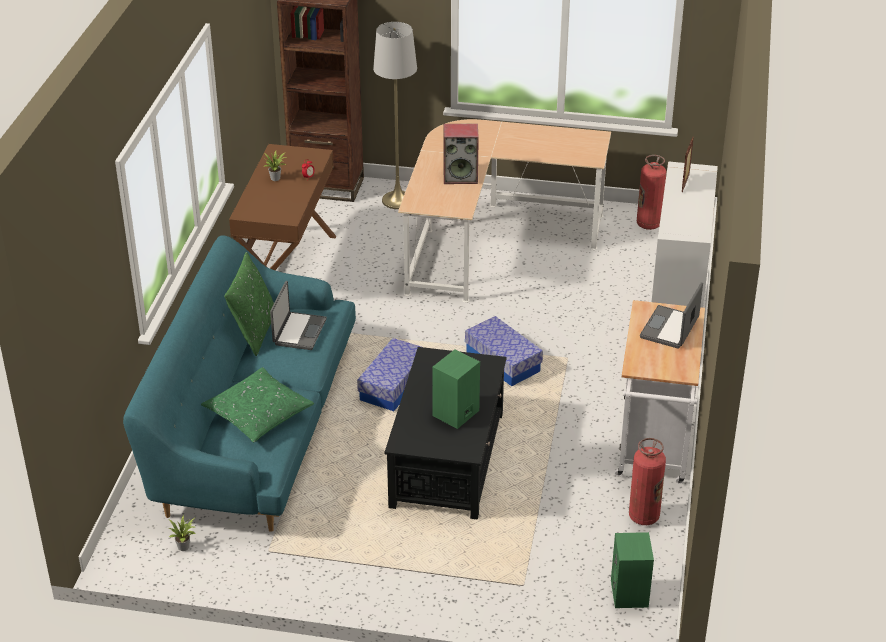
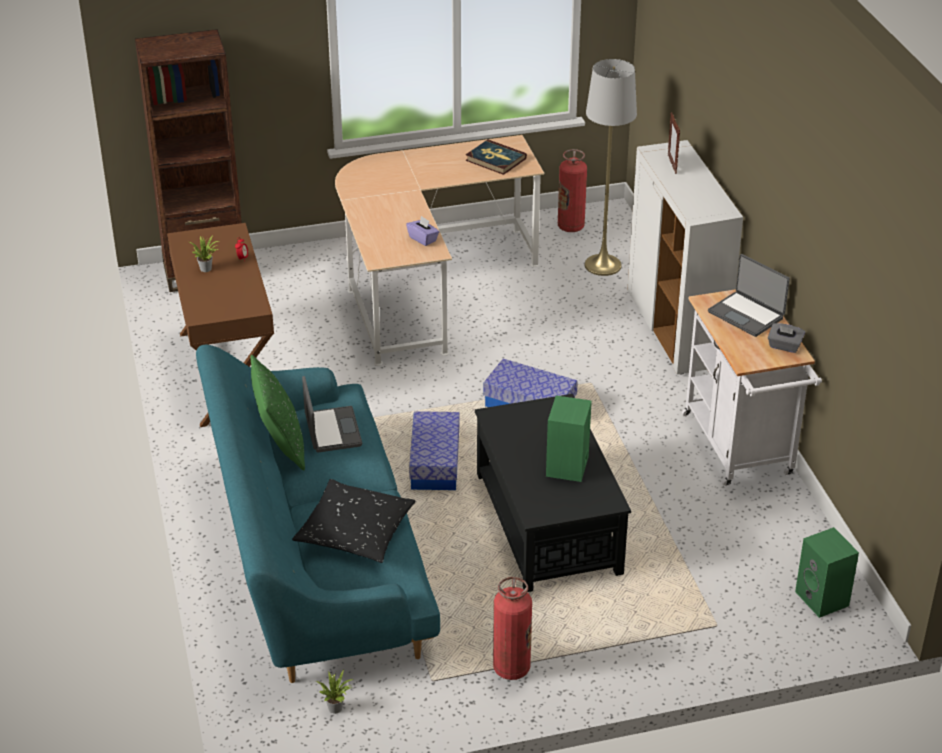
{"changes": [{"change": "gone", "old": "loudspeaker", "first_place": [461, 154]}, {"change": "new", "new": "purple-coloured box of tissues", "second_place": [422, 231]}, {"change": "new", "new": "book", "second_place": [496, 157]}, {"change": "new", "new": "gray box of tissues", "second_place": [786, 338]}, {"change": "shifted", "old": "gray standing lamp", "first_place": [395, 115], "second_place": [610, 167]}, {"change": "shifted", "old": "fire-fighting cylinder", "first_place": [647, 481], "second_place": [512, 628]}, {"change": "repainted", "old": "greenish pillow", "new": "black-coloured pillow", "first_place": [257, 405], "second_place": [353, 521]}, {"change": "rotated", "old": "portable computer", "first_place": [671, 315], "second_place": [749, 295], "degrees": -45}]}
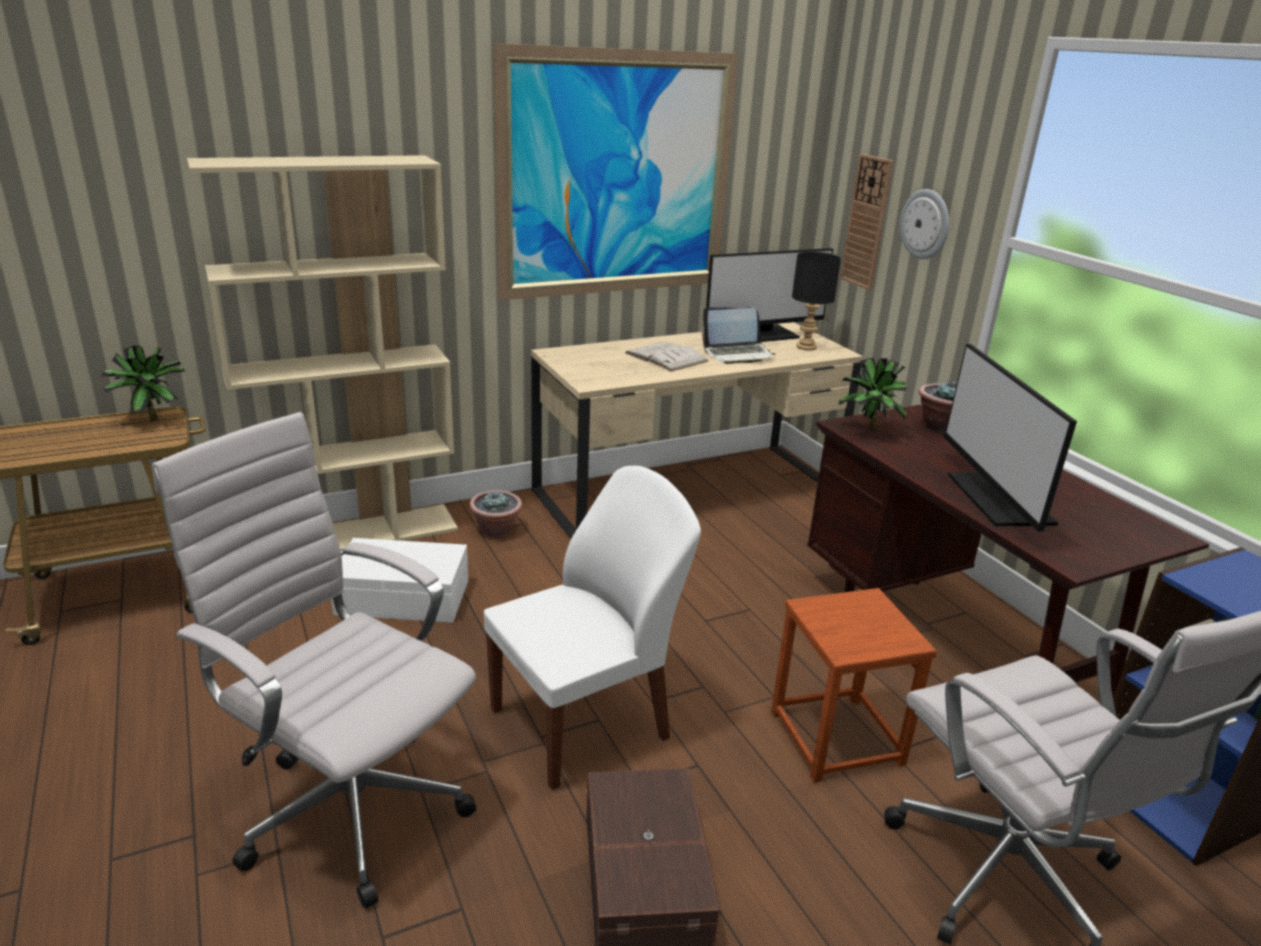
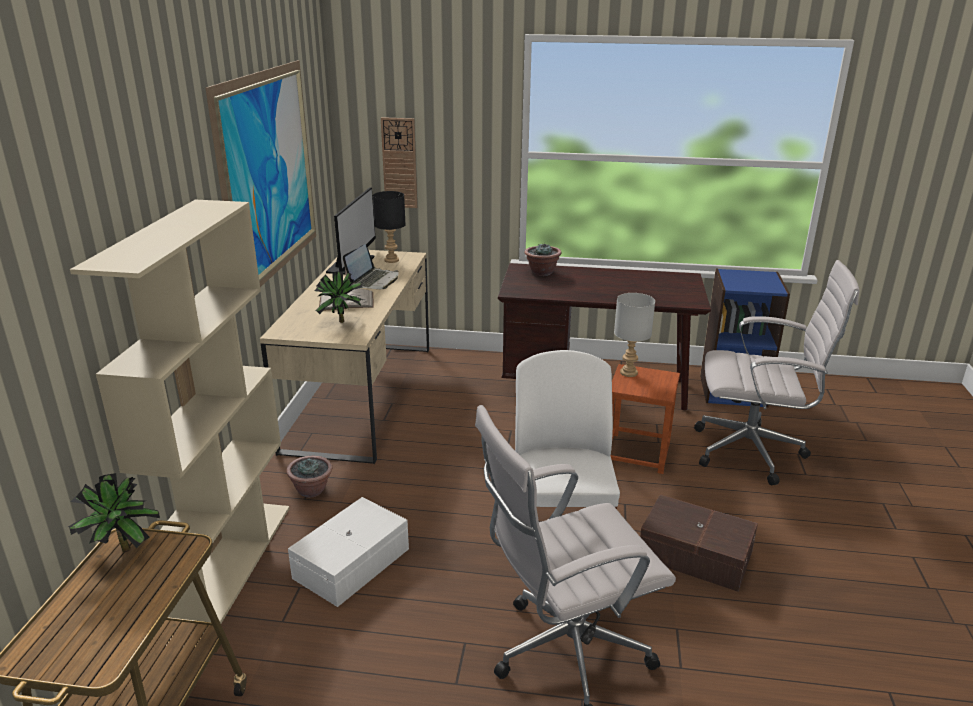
{"changes": [{"change": "gone", "old": "clock on the wall", "first_place": [924, 224]}, {"change": "gone", "old": "monitor", "first_place": [1010, 438]}, {"change": "new", "new": "gray lamp for a table", "second_place": [634, 335]}, {"change": "shifted", "old": "houseplant", "first_place": [873, 394], "second_place": [338, 297]}]}
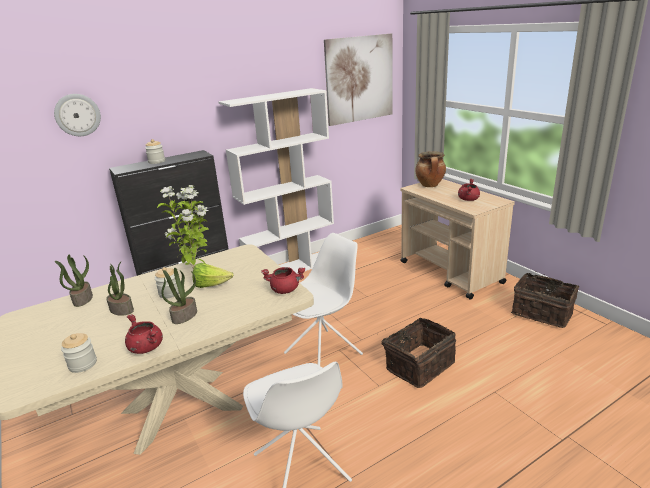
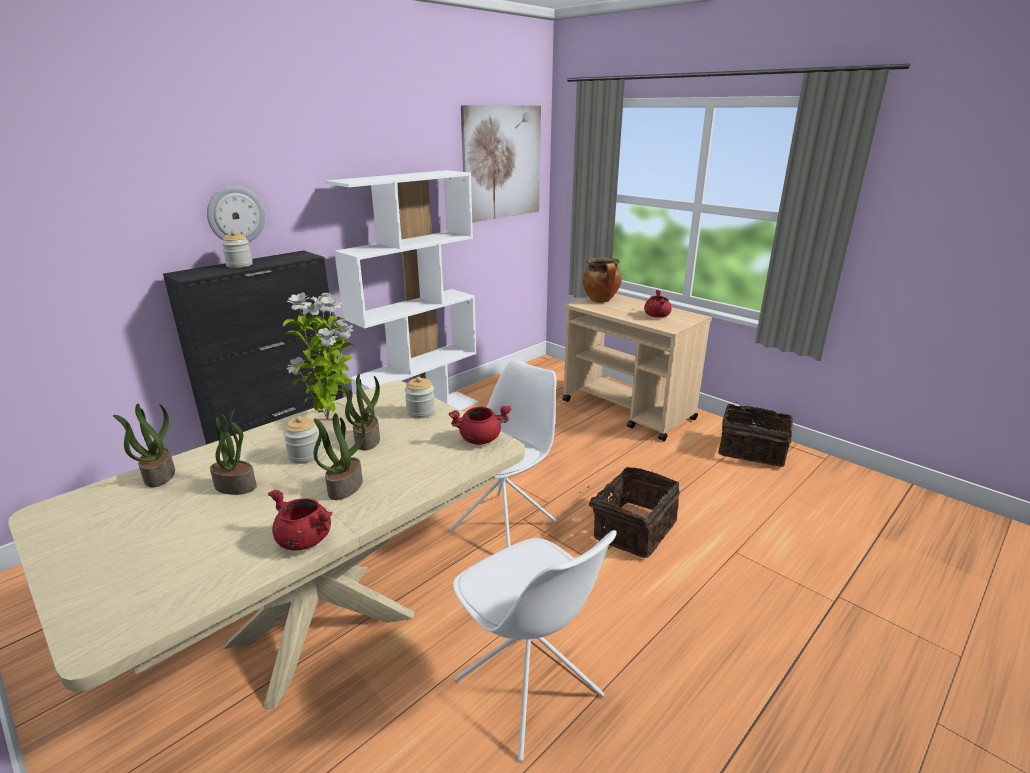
{"changes": [{"change": "shifted", "old": "clock on the wall", "first_place": [77, 115], "second_place": [236, 214]}, {"change": "shifted", "old": "storage jar", "first_place": [79, 353], "second_place": [420, 397]}, {"change": "swapped", "old": "lettuce head", "new": "houseplant", "first_place": [212, 275], "second_place": [359, 412]}]}
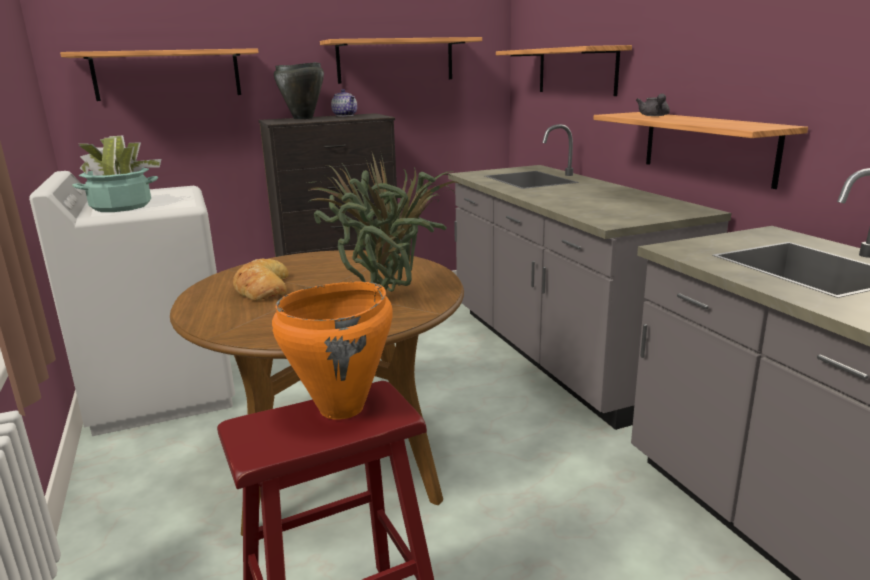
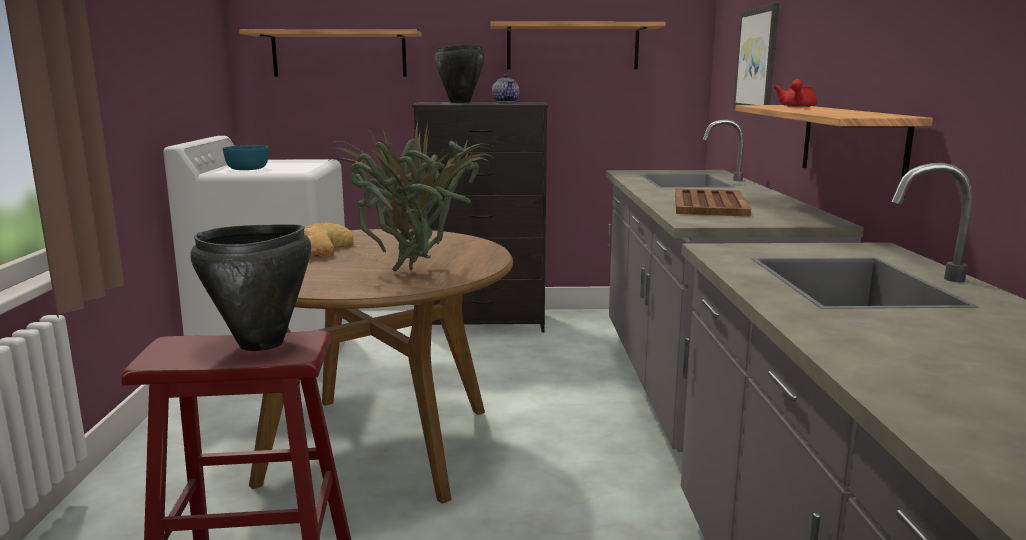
{"changes": [{"change": "new", "new": "brown tray", "second_place": [713, 203]}, {"change": "swapped", "old": "houseplant", "new": "turquoise-coloured deep dish", "first_place": [116, 173], "second_place": [246, 157]}, {"change": "swapped", "old": "shelf", "new": "wall picture", "first_place": [564, 70], "second_place": [756, 55]}, {"change": "repainted", "old": "orangey saucepot", "new": "black-coloured saucepot", "first_place": [332, 350], "second_place": [251, 287]}, {"change": "repainted", "old": "gray teapot", "new": "red teapot", "first_place": [653, 105], "second_place": [795, 93]}]}
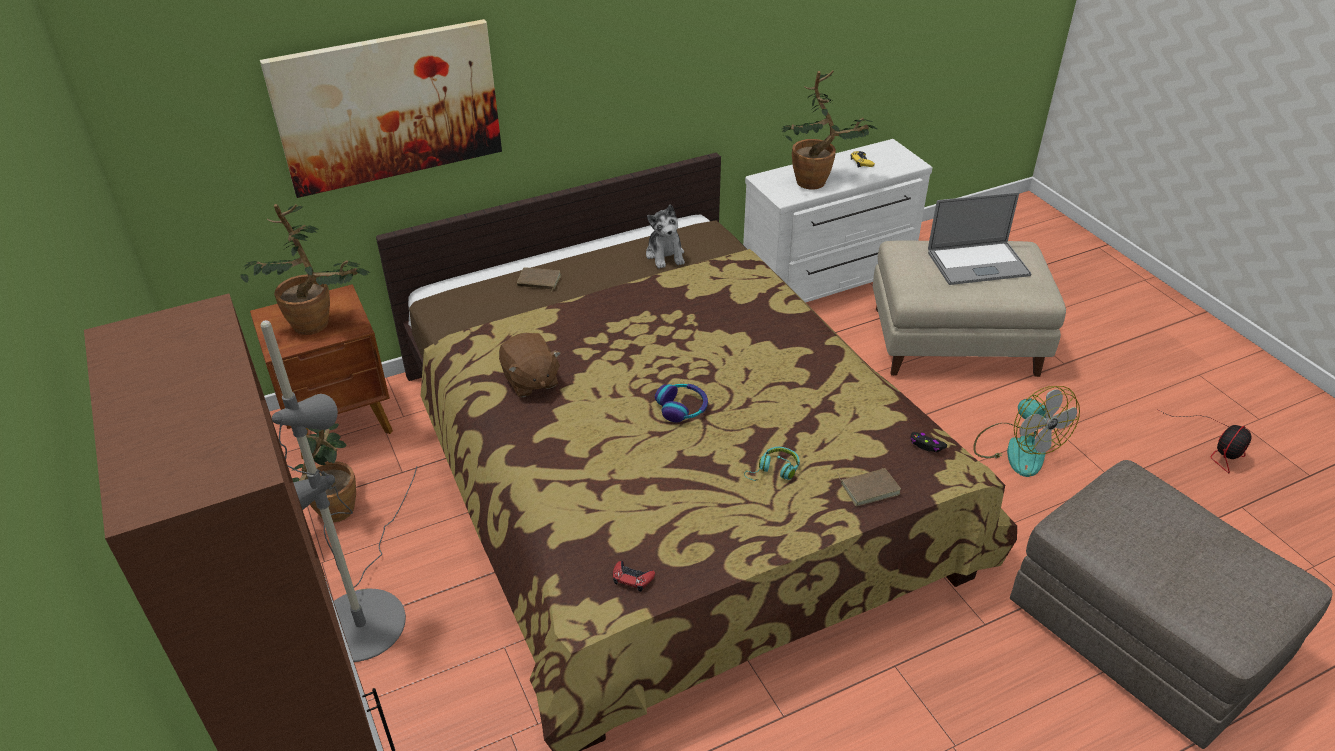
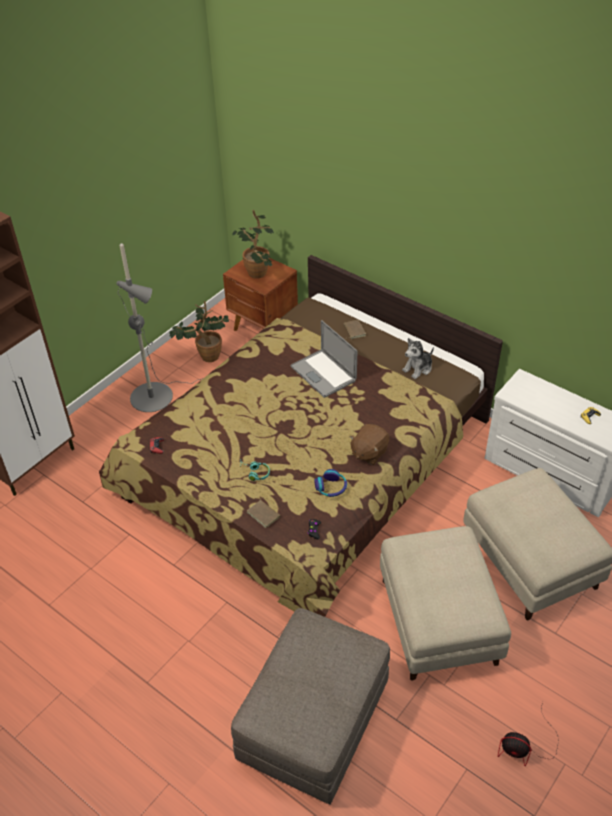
{"changes": [{"change": "gone", "old": "wall picture", "first_place": [381, 108]}, {"change": "gone", "old": "houseplant", "first_place": [829, 129]}, {"change": "shifted", "old": "brown soft toy", "first_place": [530, 365], "second_place": [369, 444]}, {"change": "shifted", "old": "pair of headphones", "first_place": [681, 403], "second_place": [330, 483]}, {"change": "shifted", "old": "portable computer", "first_place": [980, 238], "second_place": [323, 359]}, {"change": "swapped", "old": "cooling fan", "new": "beige-coloured pouffe", "first_place": [1026, 431], "second_place": [445, 603]}]}
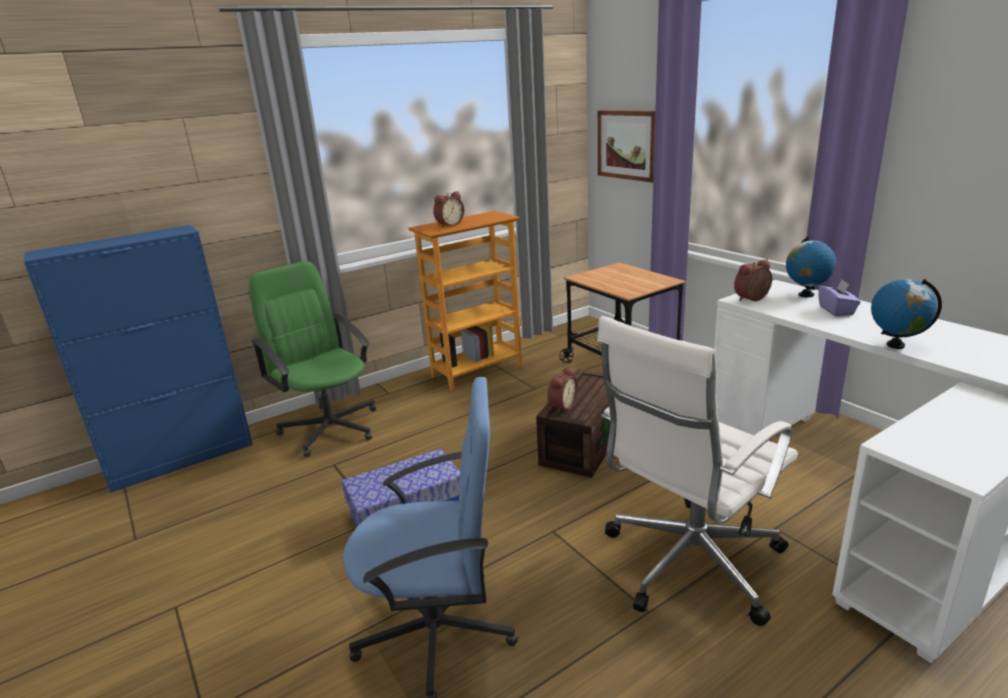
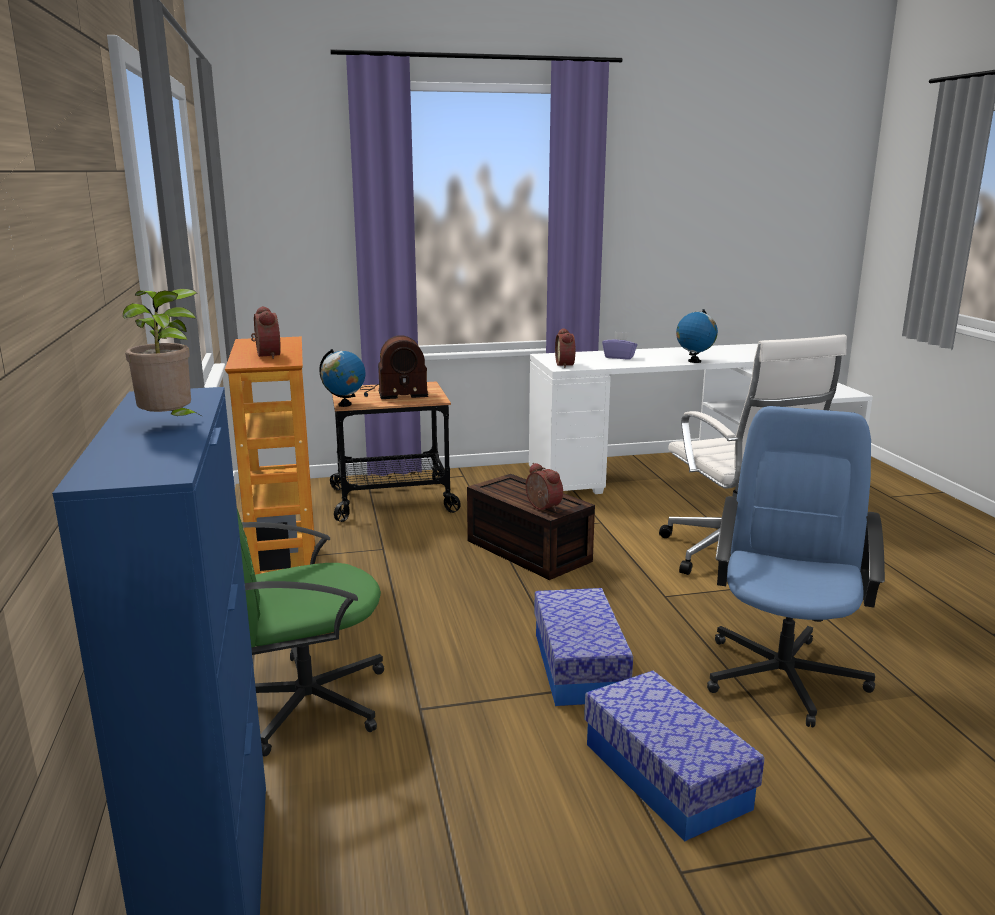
{"changes": [{"change": "gone", "old": "wall picture", "first_place": [626, 146]}, {"change": "new", "new": "houseplant", "second_place": [164, 354]}, {"change": "new", "new": "radio receiver", "second_place": [394, 367]}, {"change": "new", "new": "storage container", "second_place": [674, 756]}, {"change": "shifted", "old": "globe", "first_place": [811, 267], "second_place": [342, 378]}]}
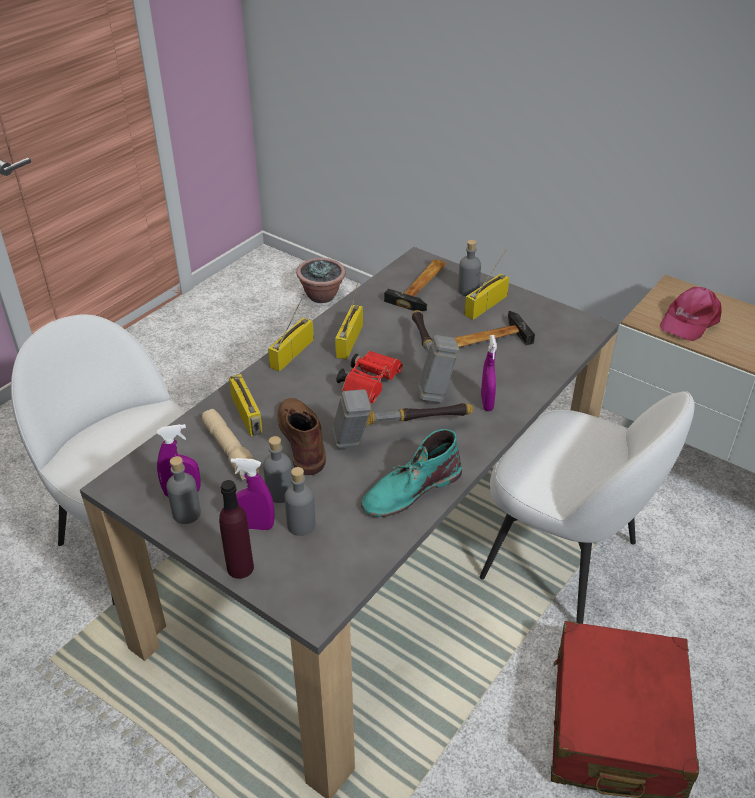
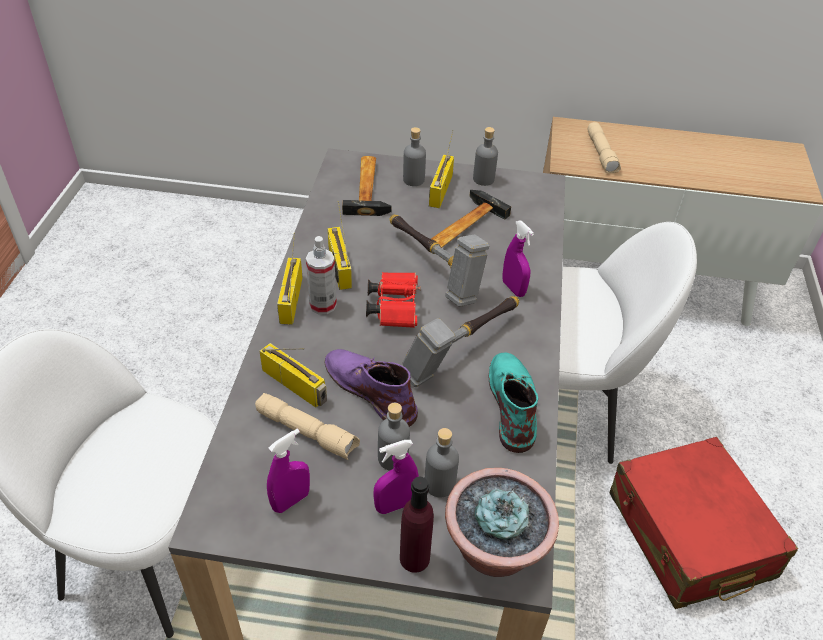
{"changes": [{"change": "new", "new": "sprayer", "second_place": [321, 275]}, {"change": "shifted", "old": "gray bottle", "first_place": [183, 490], "second_place": [485, 156]}, {"change": "shifted", "old": "houseplant", "first_place": [321, 280], "second_place": [502, 522]}, {"change": "swapped", "old": "pink-coloured peaked cap", "new": "beige-coloured hand torch", "first_place": [691, 314], "second_place": [604, 147]}, {"change": "repainted", "old": "brown tall boot", "new": "purple-coloured tall boot", "first_place": [301, 436], "second_place": [371, 388]}, {"change": "rotated", "old": "turquoise-coloured tall boot", "first_place": [411, 473], "second_place": [513, 403], "degrees": 150}]}
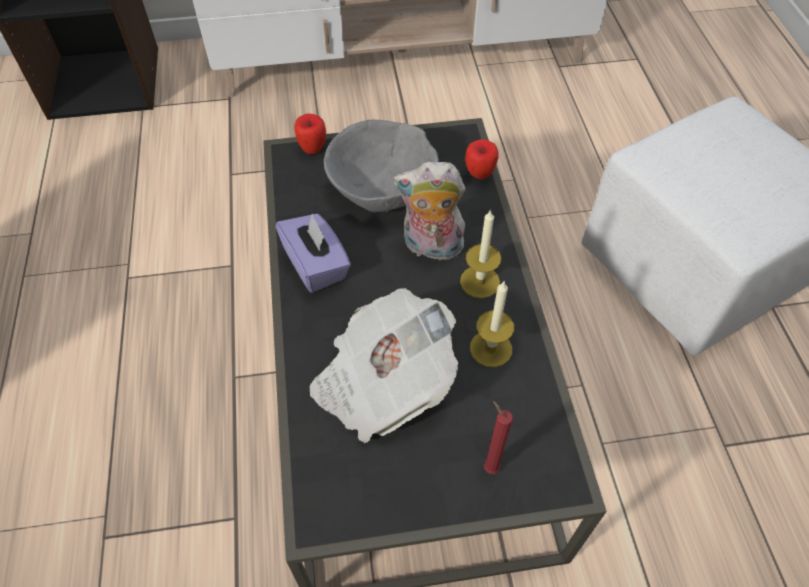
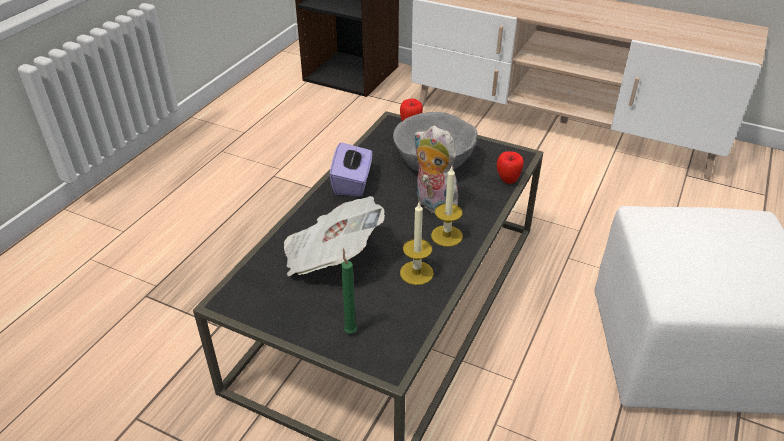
{"changes": [{"change": "repainted", "old": "red wax candle", "new": "greenish wax candle", "first_place": [498, 437], "second_place": [349, 291]}]}
